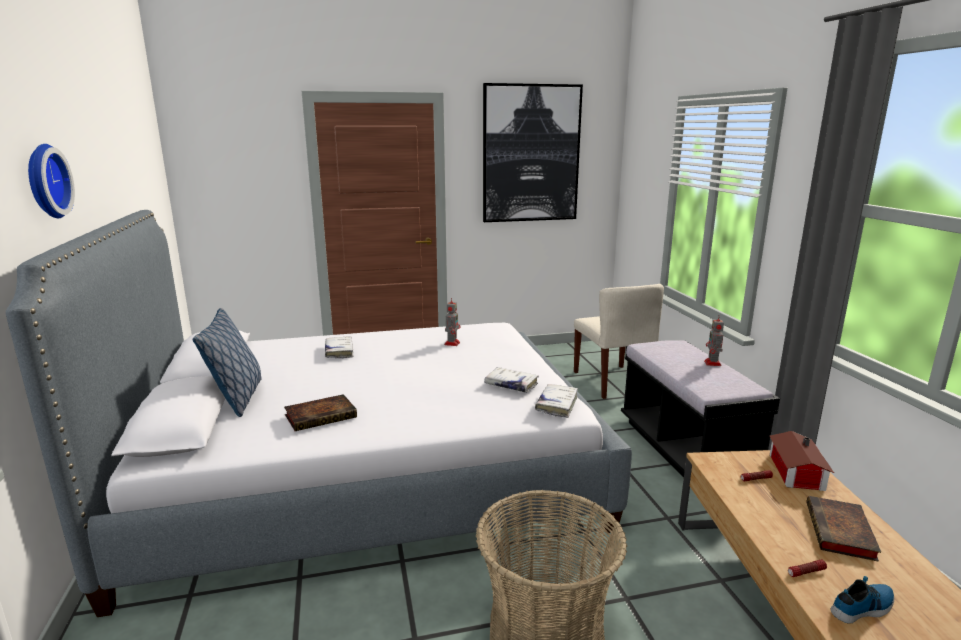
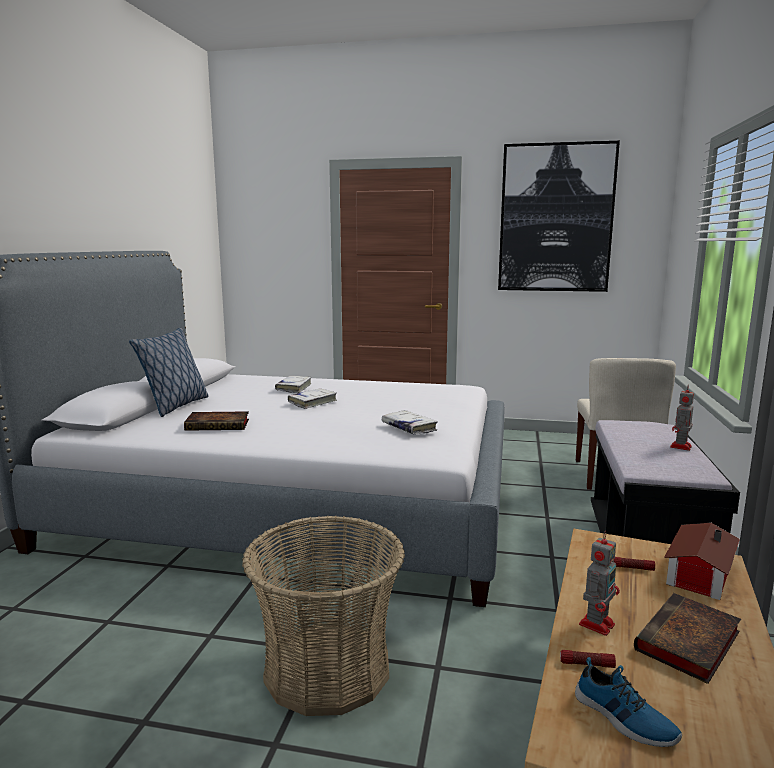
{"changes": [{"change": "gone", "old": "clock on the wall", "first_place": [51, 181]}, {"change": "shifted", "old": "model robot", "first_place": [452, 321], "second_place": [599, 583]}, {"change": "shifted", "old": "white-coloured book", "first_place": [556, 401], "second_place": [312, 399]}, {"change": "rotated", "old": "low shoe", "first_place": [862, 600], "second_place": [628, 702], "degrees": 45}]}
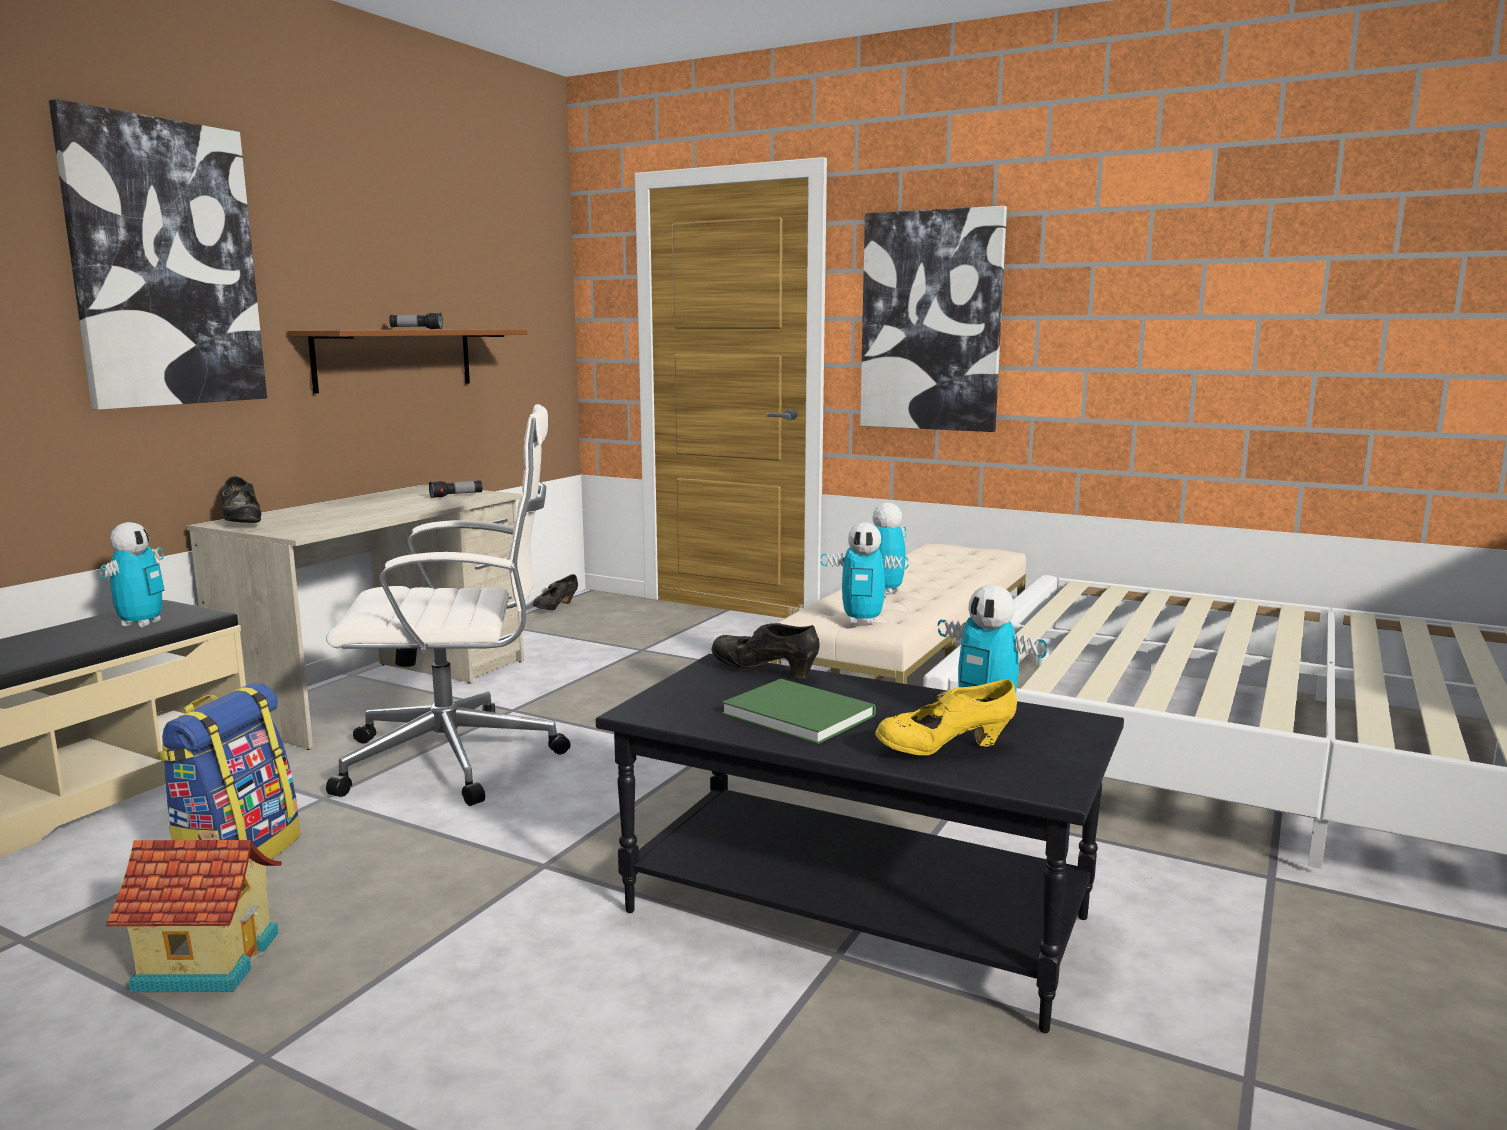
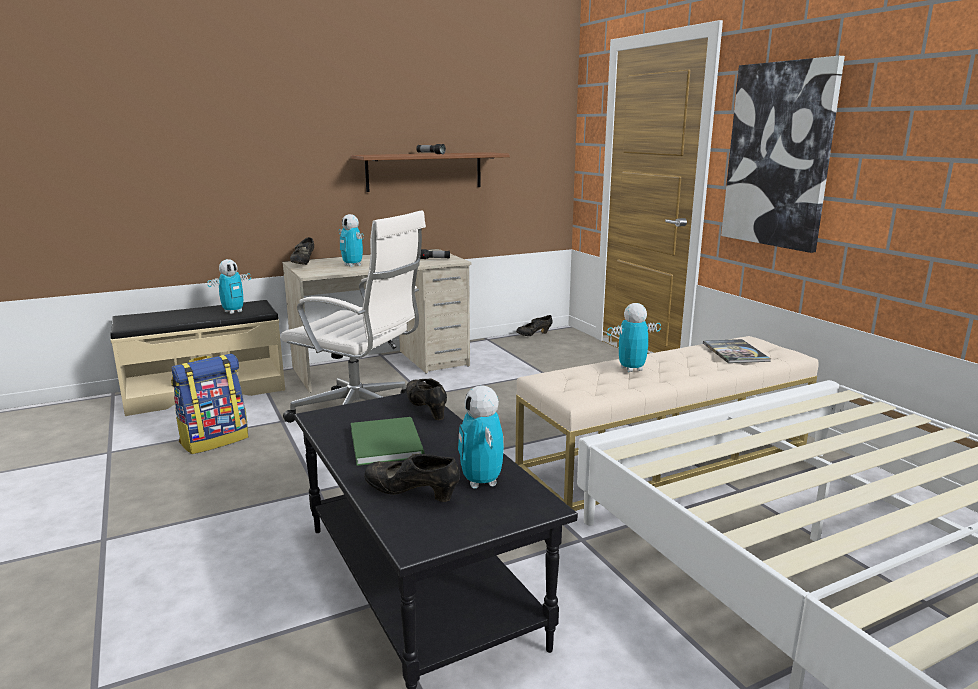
{"changes": [{"change": "gone", "old": "wall picture", "first_place": [158, 254]}, {"change": "gone", "old": "miniature house", "first_place": [194, 911]}, {"change": "new", "new": "book", "second_place": [737, 351]}, {"change": "shifted", "old": "model robot", "first_place": [865, 573], "second_place": [351, 240]}, {"change": "repainted", "old": "yellowish low shoe", "new": "black-coloured low shoe", "first_place": [946, 718], "second_place": [412, 478]}]}
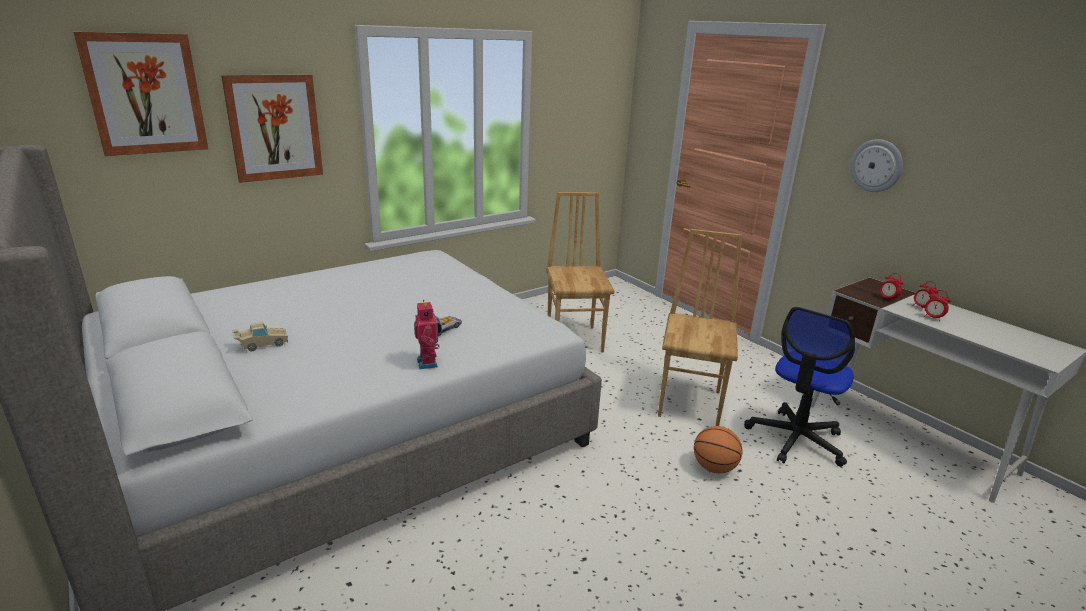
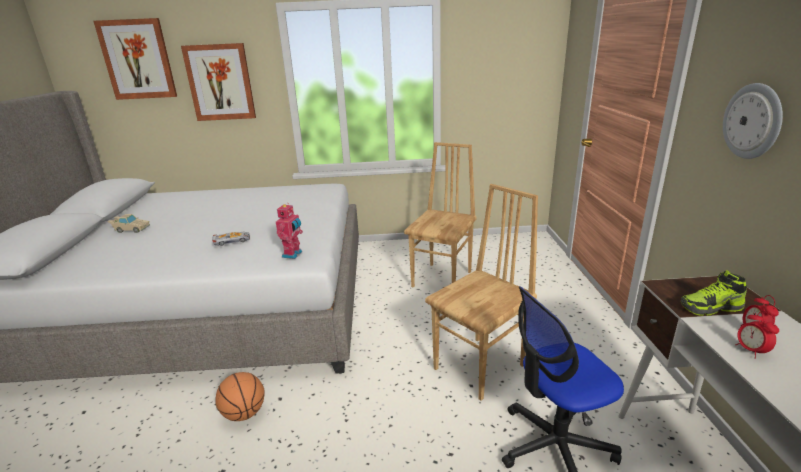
{"changes": [{"change": "shifted", "old": "model robot", "first_place": [428, 334], "second_place": [289, 231]}, {"change": "shifted", "old": "ball for basketball", "first_place": [718, 449], "second_place": [240, 396]}, {"change": "swapped", "old": "alarm clock", "new": "low shoe", "first_place": [891, 287], "second_place": [714, 293]}]}
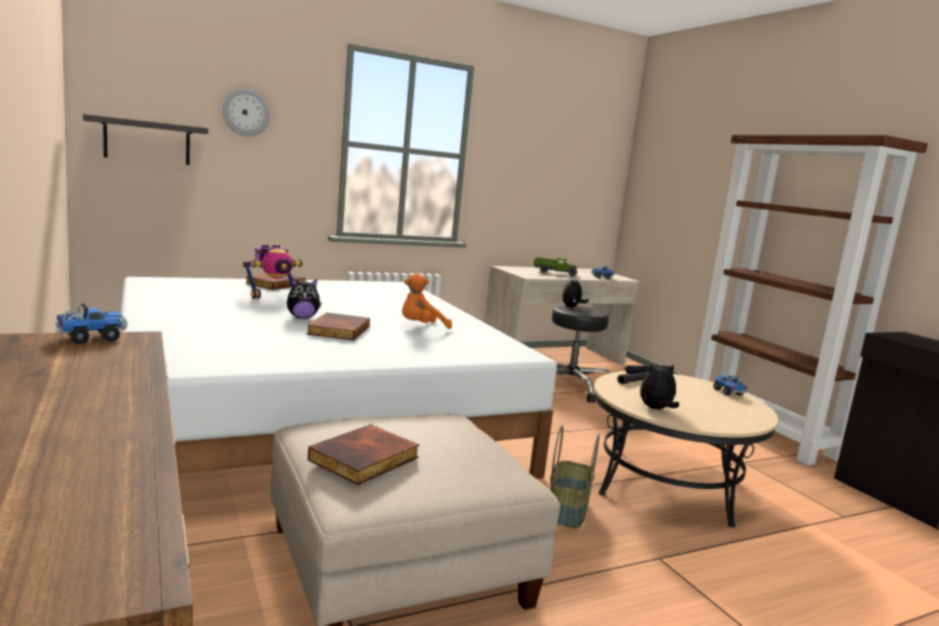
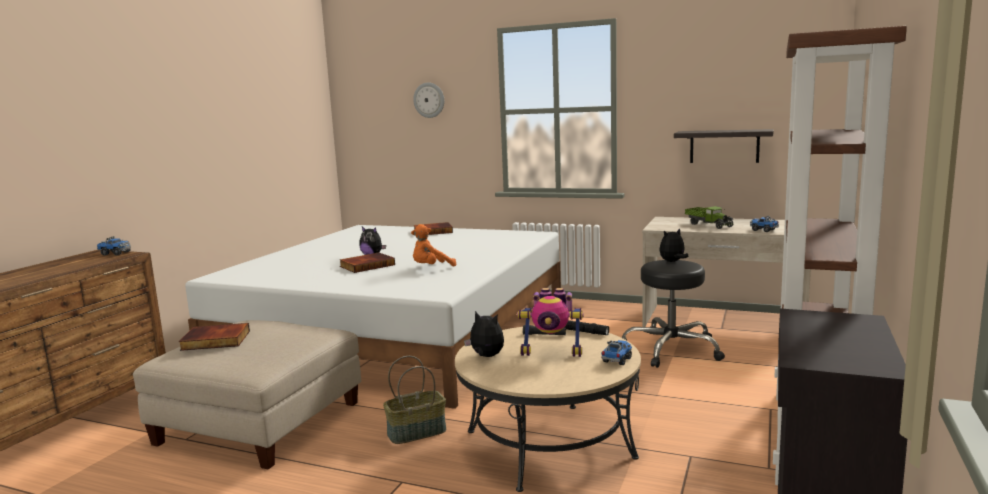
{"changes": [{"change": "shifted", "old": "shelf", "first_place": [145, 139], "second_place": [724, 146]}, {"change": "shifted", "old": "model robot", "first_place": [273, 271], "second_place": [550, 322]}, {"change": "rotated", "old": "orangey soft toy", "first_place": [427, 301], "second_place": [433, 245], "degrees": -45}]}
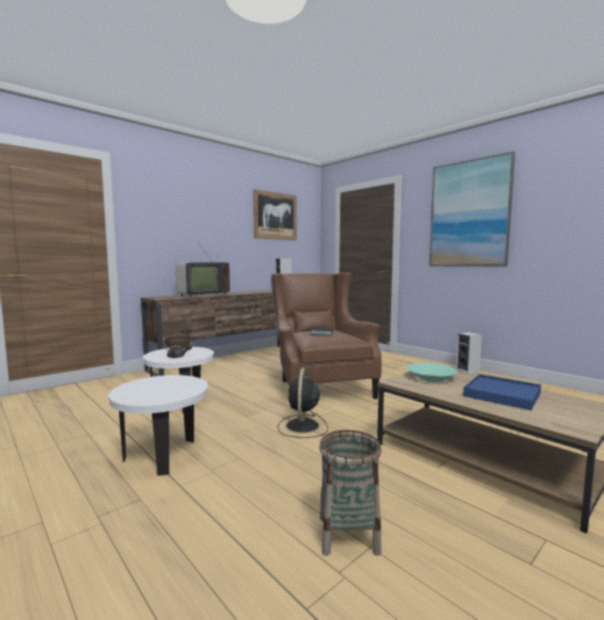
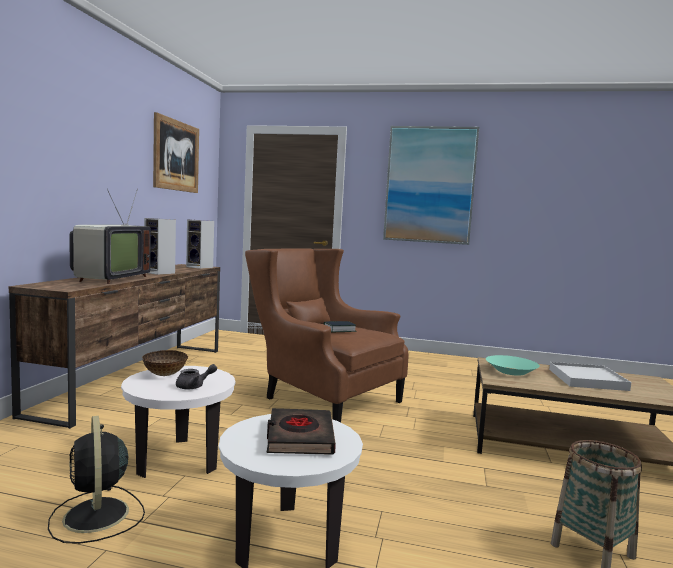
{"changes": [{"change": "new", "new": "black-coloured book", "second_place": [301, 431]}, {"change": "shifted", "old": "black-coloured cooling fan", "first_place": [303, 403], "second_place": [96, 480]}, {"change": "shifted", "old": "loudspeaker", "first_place": [469, 353], "second_place": [160, 246]}, {"change": "repainted", "old": "blue tray", "new": "white-coloured tray", "first_place": [502, 392], "second_place": [590, 376]}]}
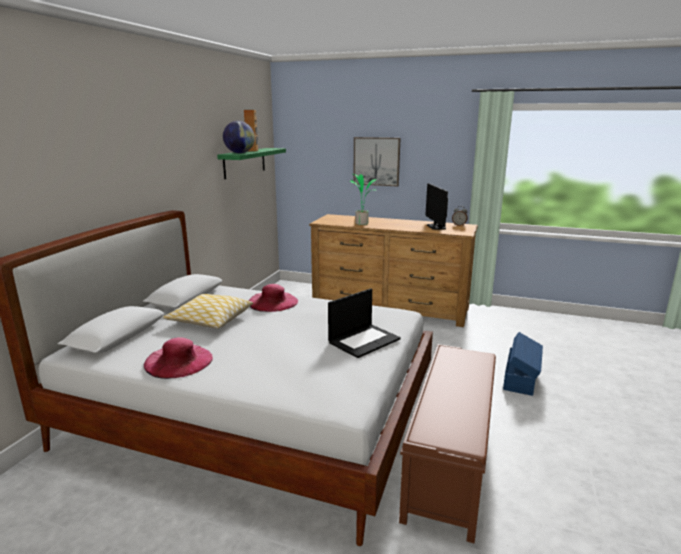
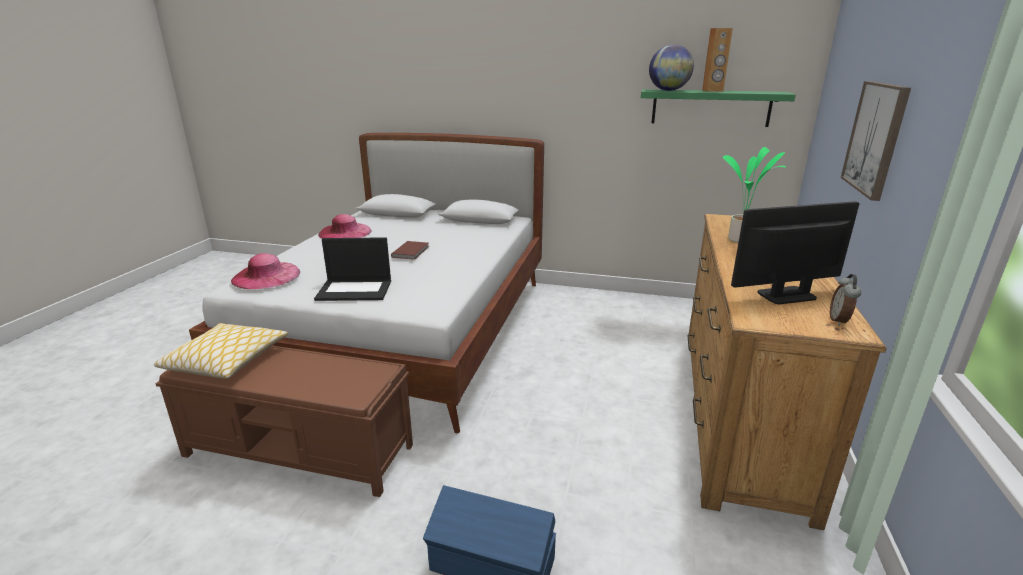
{"changes": [{"change": "new", "new": "brown book", "second_place": [410, 250]}, {"change": "shifted", "old": "pillow", "first_place": [208, 311], "second_place": [221, 351]}, {"change": "shifted", "old": "pink-coloured wearable hat", "first_place": [273, 298], "second_place": [265, 271]}, {"change": "rotated", "old": "portable computer", "first_place": [364, 323], "second_place": [352, 269], "degrees": -45}]}
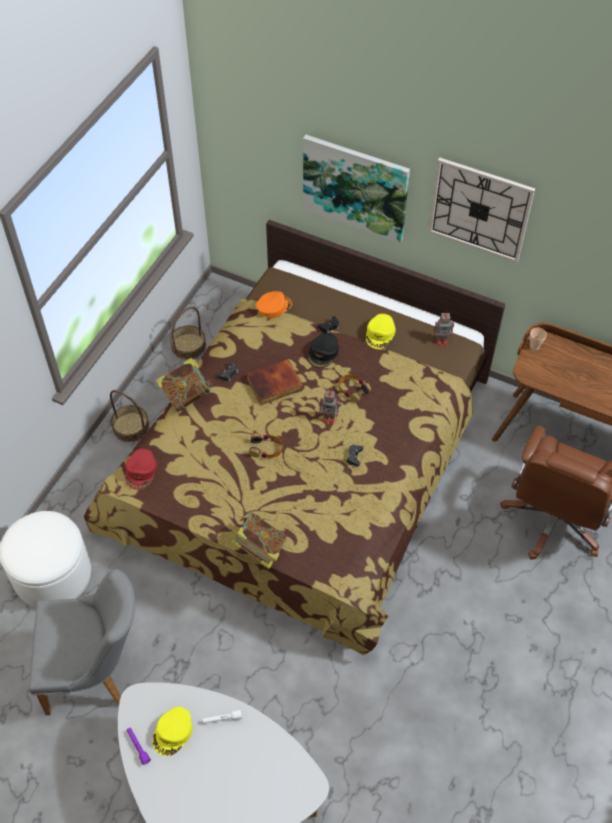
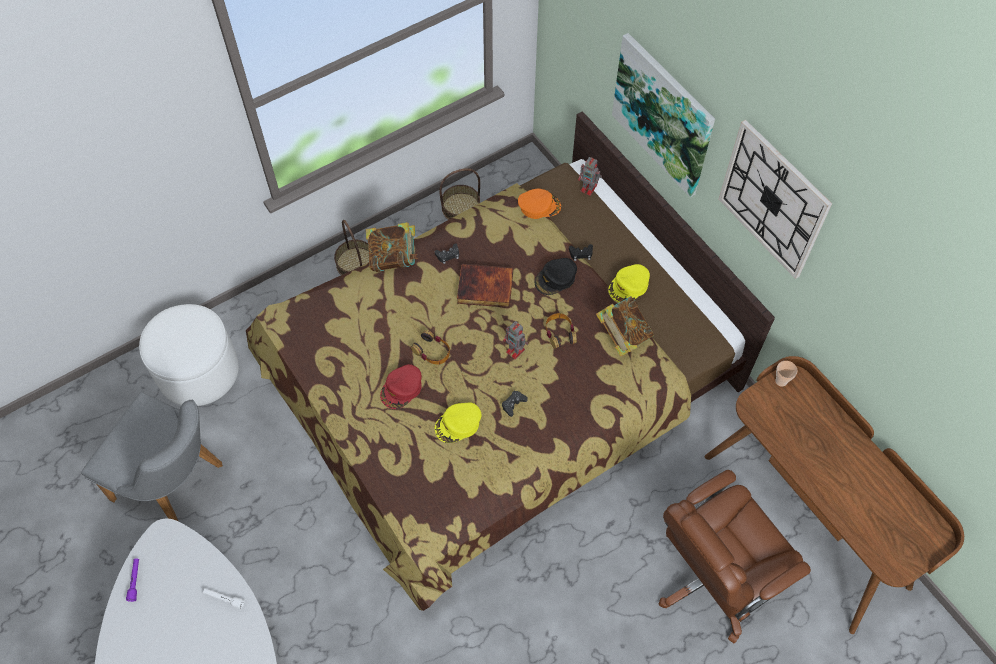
{"changes": [{"change": "shifted", "old": "red peaked cap", "first_place": [141, 469], "second_place": [401, 386]}, {"change": "shifted", "old": "yellowish peaked cap", "first_place": [172, 731], "second_place": [458, 423]}, {"change": "shifted", "old": "book", "first_place": [258, 540], "second_place": [625, 326]}, {"change": "shifted", "old": "model robot", "first_place": [444, 329], "second_place": [590, 176]}]}
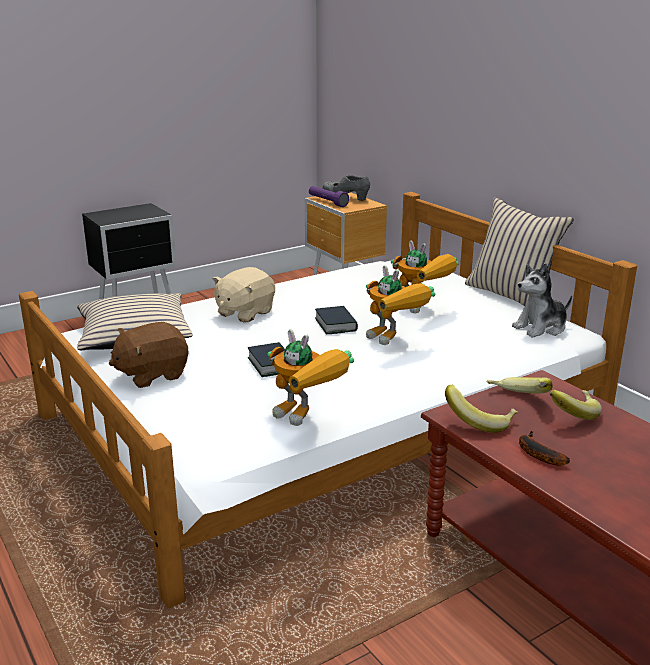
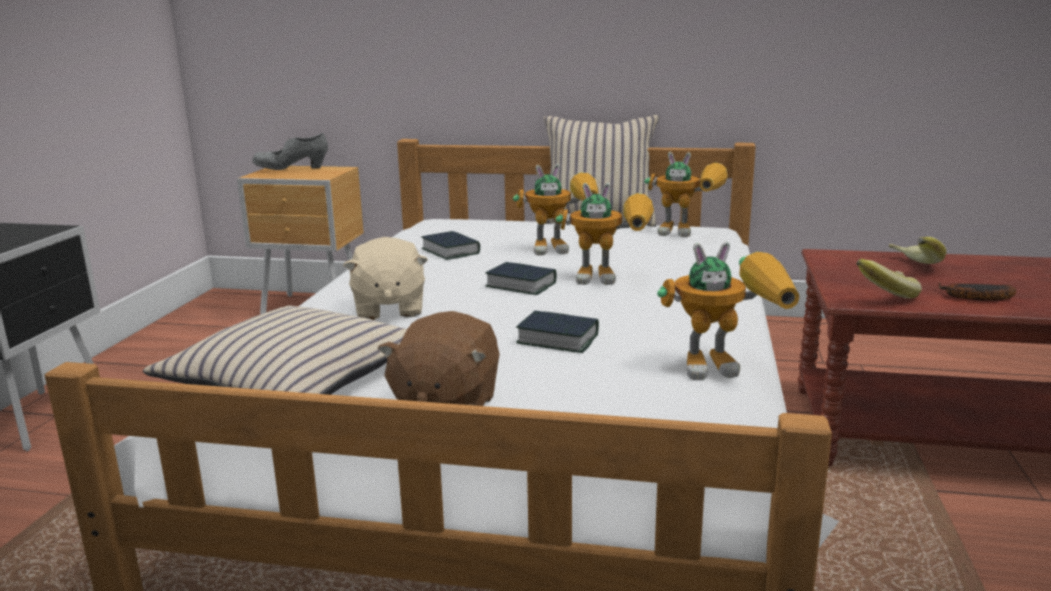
{"changes": [{"change": "gone", "old": "purple-coloured hand torch", "first_place": [329, 196]}, {"change": "gone", "old": "whole banana", "first_place": [519, 385]}, {"change": "new", "new": "book", "second_place": [450, 245]}, {"change": "swapped", "old": "soft toy", "new": "model robot", "first_place": [542, 300], "second_place": [686, 194]}]}
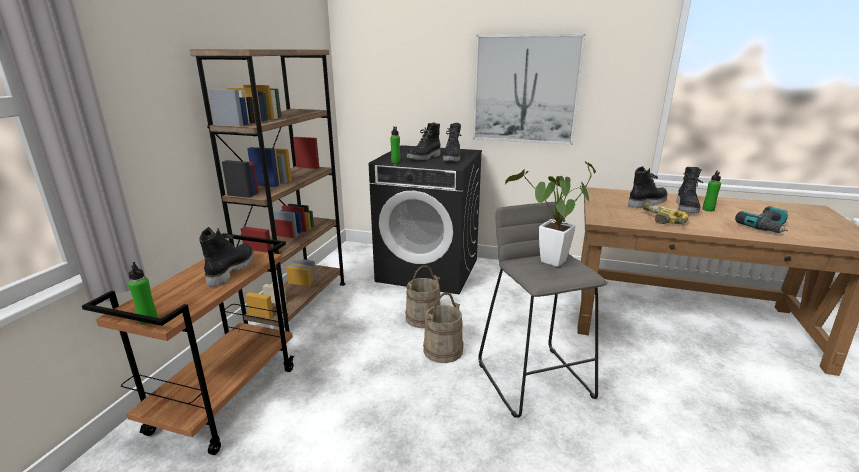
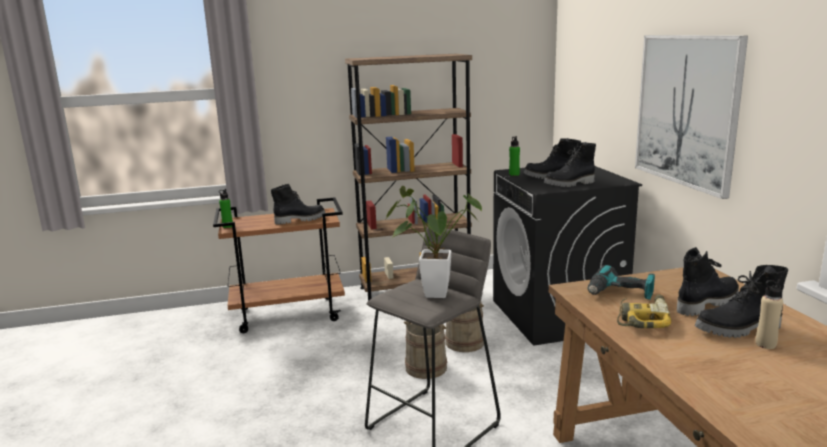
{"changes": [{"change": "shifted", "old": "power drill", "first_place": [761, 219], "second_place": [621, 282]}, {"change": "repainted", "old": "greenish bottle", "new": "beige-coloured bottle", "first_place": [711, 190], "second_place": [769, 314]}, {"change": "rotated", "old": "black-coloured tall boot", "first_place": [647, 187], "second_place": [708, 281], "degrees": -60}]}
